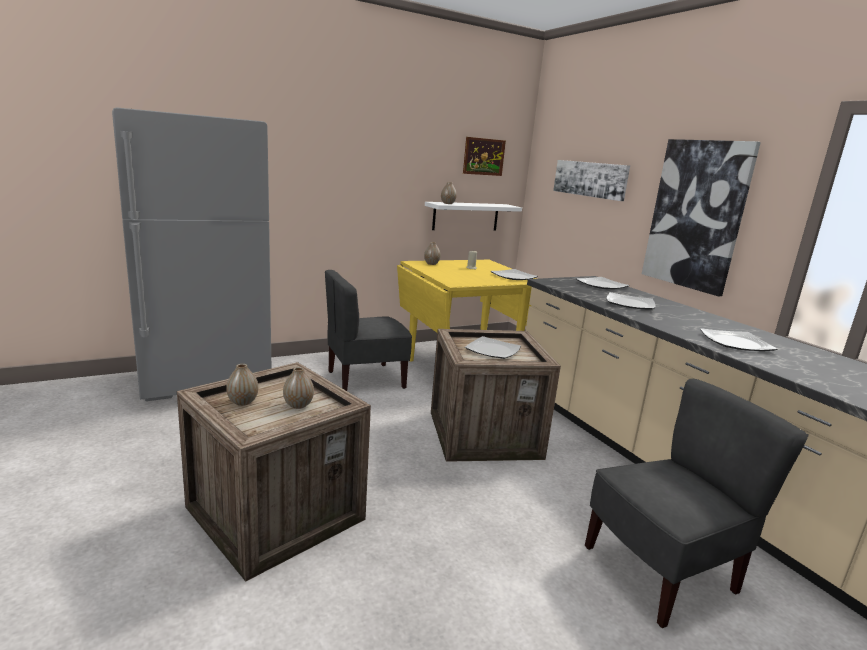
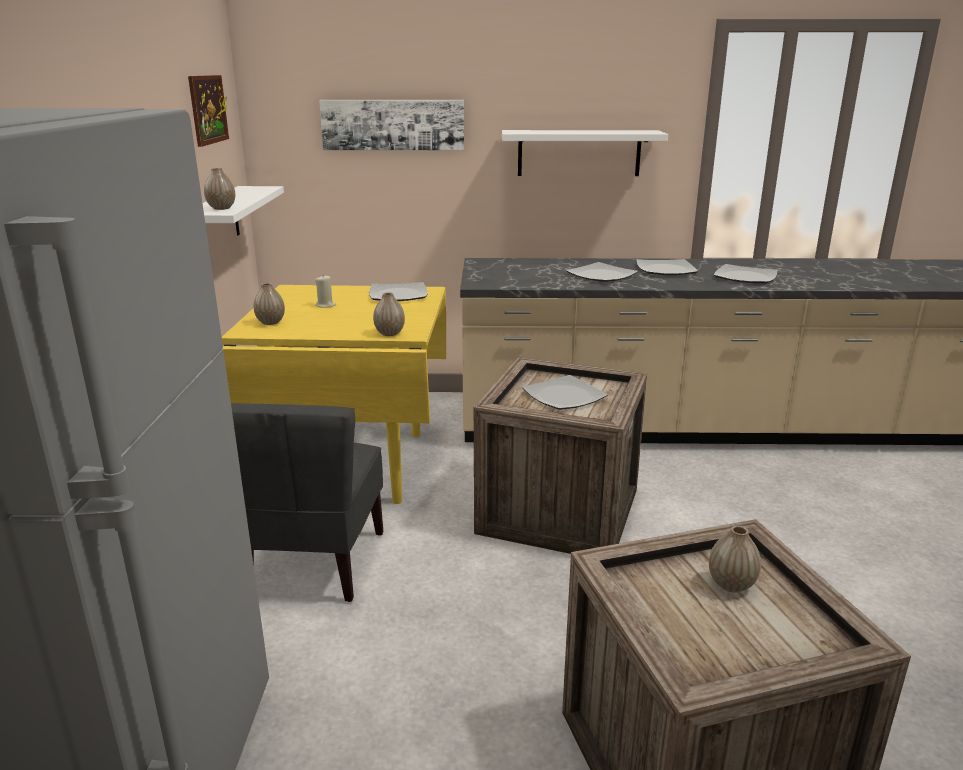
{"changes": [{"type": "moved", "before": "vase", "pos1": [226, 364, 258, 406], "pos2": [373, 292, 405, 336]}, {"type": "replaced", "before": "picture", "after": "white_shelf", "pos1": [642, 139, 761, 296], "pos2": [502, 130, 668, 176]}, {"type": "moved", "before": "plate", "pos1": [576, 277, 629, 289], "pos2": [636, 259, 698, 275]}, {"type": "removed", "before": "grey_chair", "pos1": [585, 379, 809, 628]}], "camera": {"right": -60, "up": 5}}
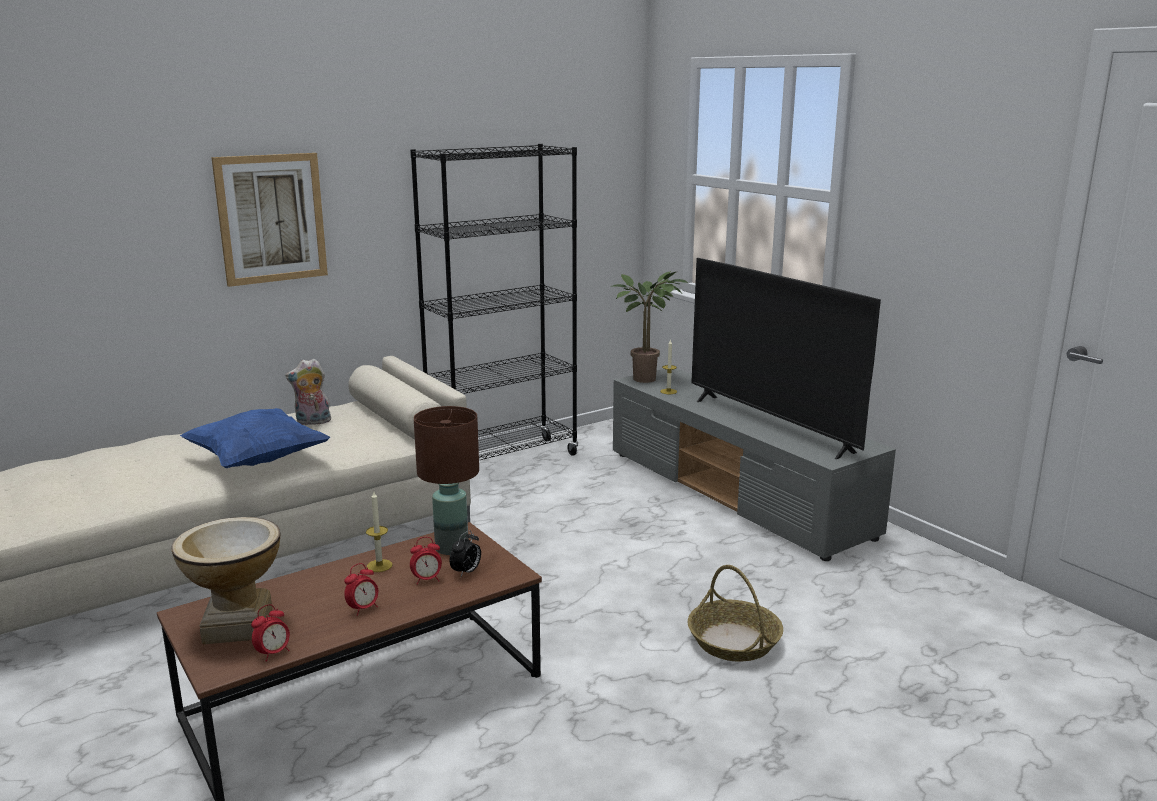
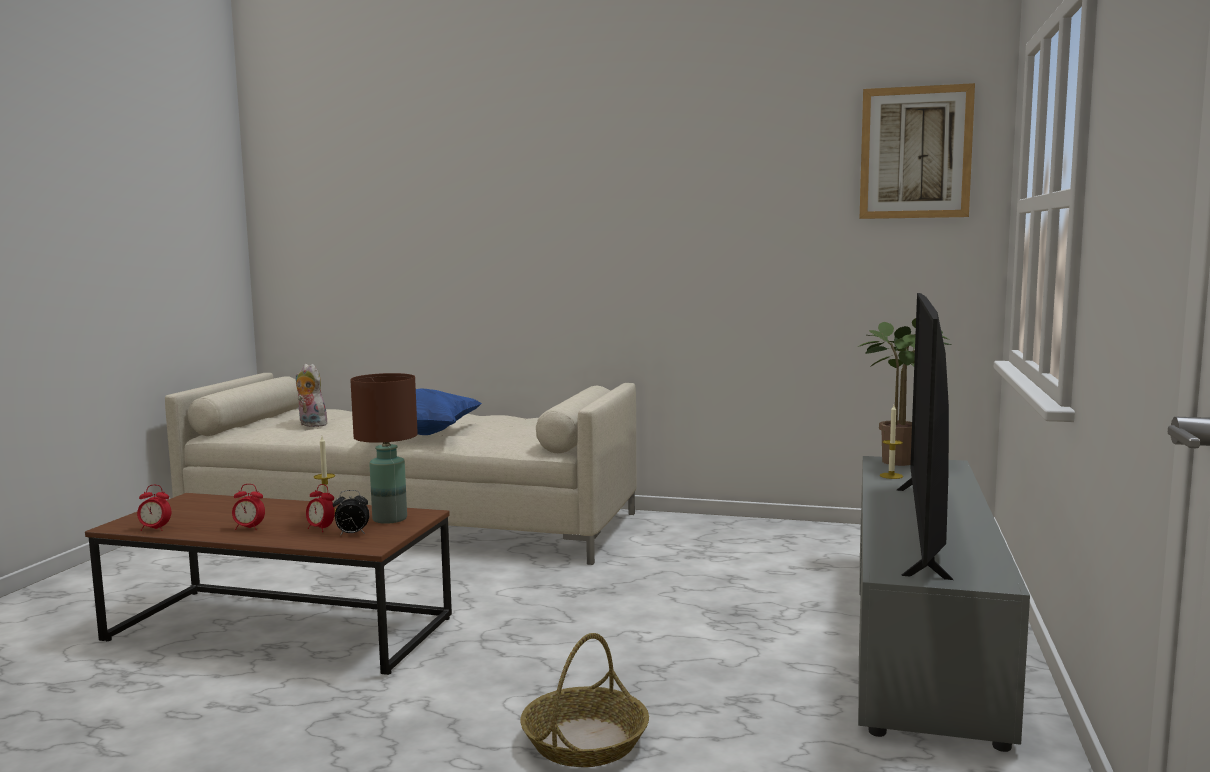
{"changes": [{"type": "moved", "before": "plush_toy", "pos1": [285, 359, 331, 425], "pos2": [296, 364, 328, 427]}, {"type": "moved", "before": "picture", "pos1": [211, 153, 328, 287], "pos2": [859, 83, 975, 219]}, {"type": "removed", "before": "vase", "pos1": [171, 517, 281, 644]}, {"type": "removed", "before": "black_bookcase", "pos1": [410, 144, 578, 460]}], "camera": {"right": 50, "up": -10}}
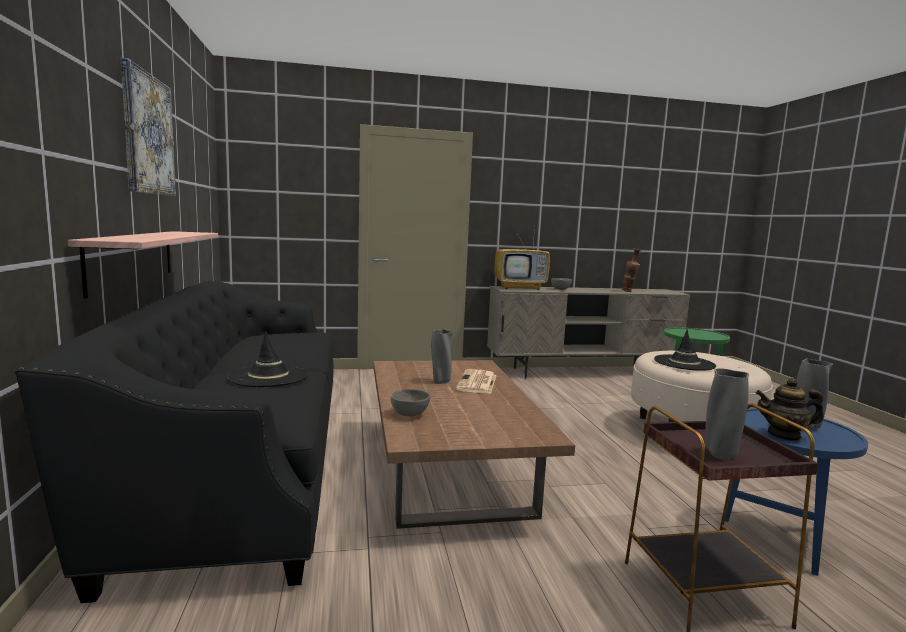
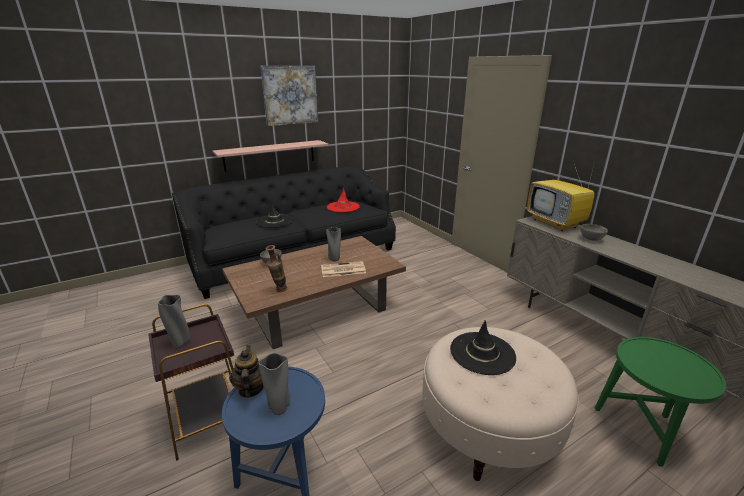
{"changes": [{"type": "moved", "before": "vase", "pos1": [622, 248, 641, 292], "pos2": [265, 245, 287, 292]}, {"type": "added", "after": "red_hat", "pos2": [327, 188, 360, 212]}], "camera": {"right": 70, "up": 15}}
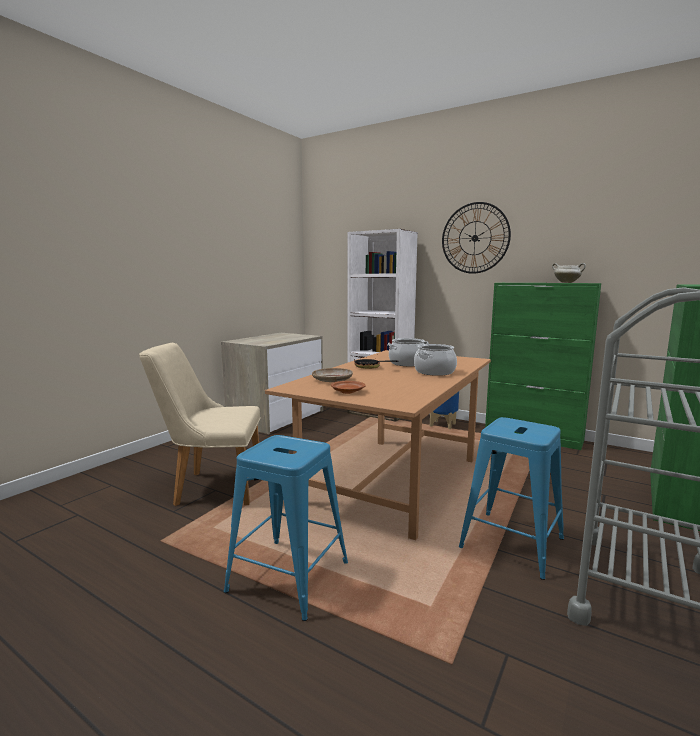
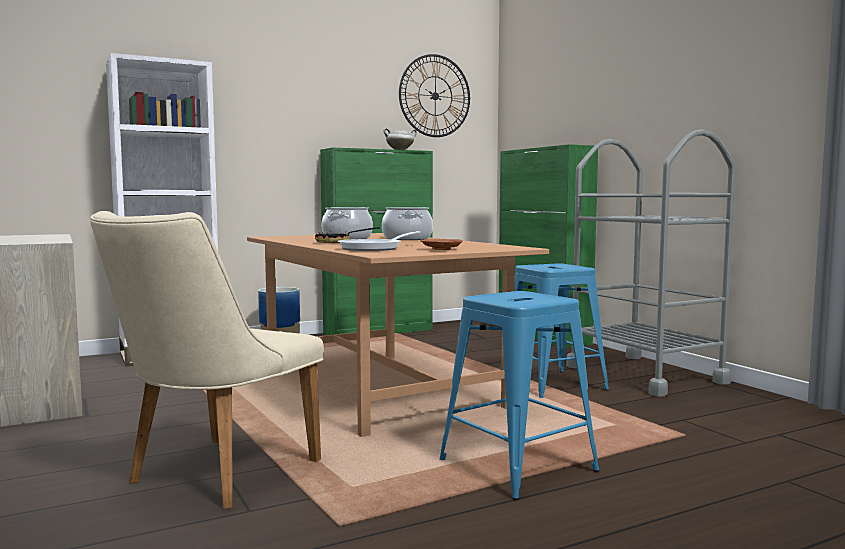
{"changes": [{"type": "replaced", "before": "beige_plate", "after": "frying_pan", "pos1": [312, 368, 353, 382], "pos2": [338, 231, 421, 251]}, {"type": "moved", "before": "wall_clock", "pos1": [442, 202, 511, 274], "pos2": [399, 54, 470, 137]}], "camera": {"right": -60, "up": -5}}
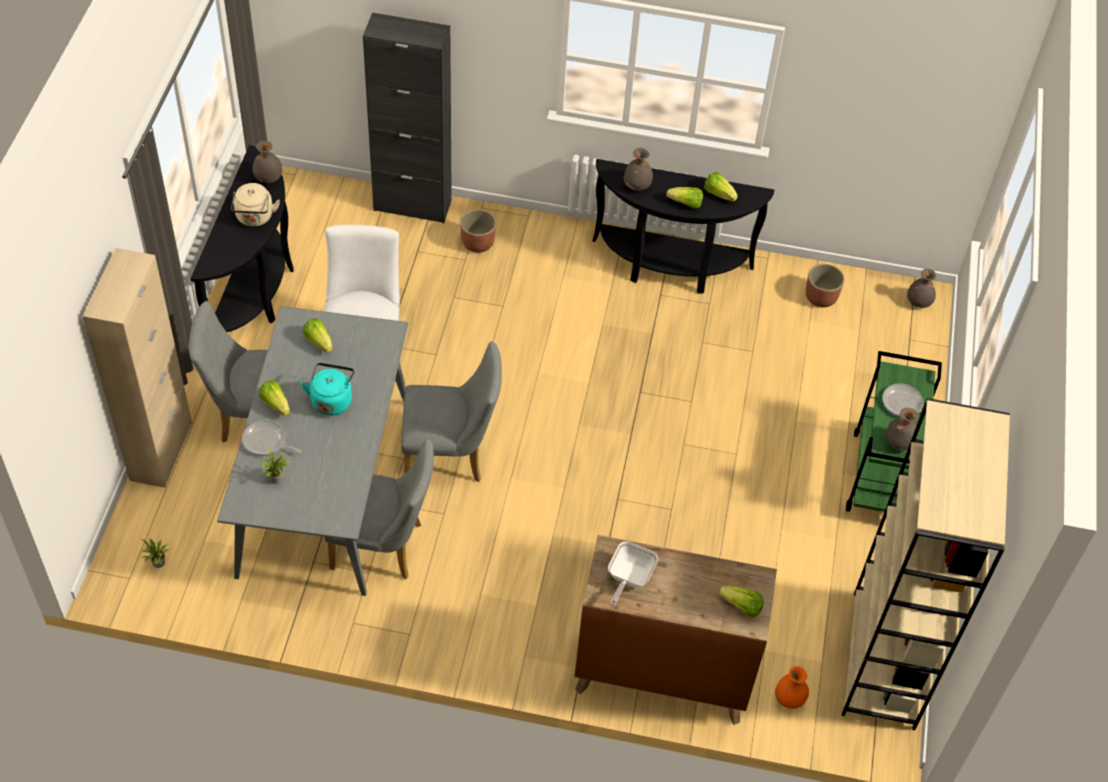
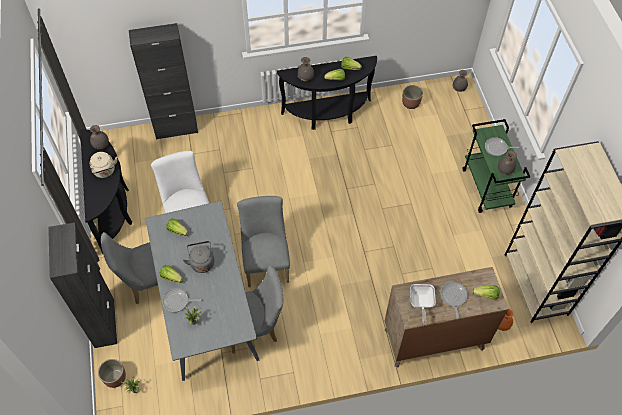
{"changes": [{"type": "recoloured", "before": "beige_cabinet", "after": "black_cabinet", "pos1": [83, 248, 192, 488], "pos2": [48, 222, 117, 348]}, {"type": "moved", "before": "planter", "pos1": [460, 209, 496, 253], "pos2": [98, 359, 126, 388]}, {"type": "recoloured", "before": "turquoise_kettle", "after": "grey_kettle", "pos1": [301, 363, 354, 416], "pos2": [183, 241, 214, 273]}, {"type": "turned", "before": "grey_chair", "pos1": [401, 342, 502, 482], "pos2": [237, 196, 290, 287], "turn": -75}, {"type": "added", "after": "frying_pan", "pos2": [441, 282, 467, 318]}], "camera": {"right": -20, "up": 5}}
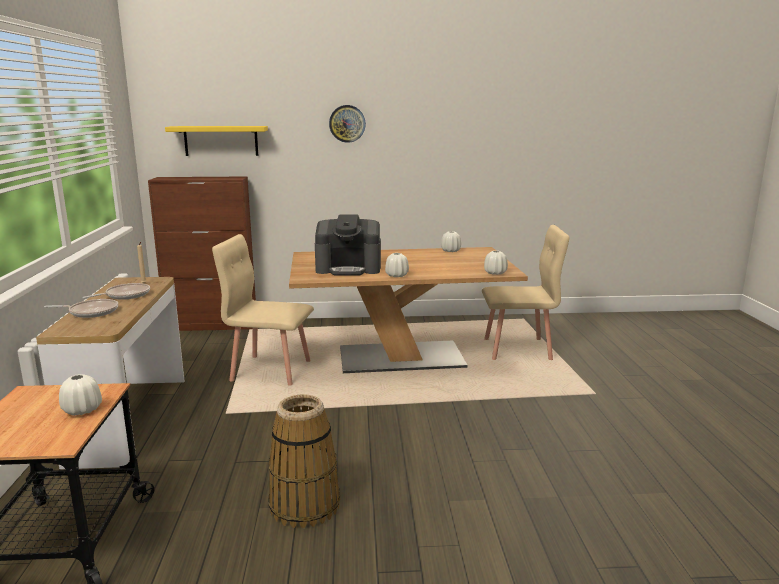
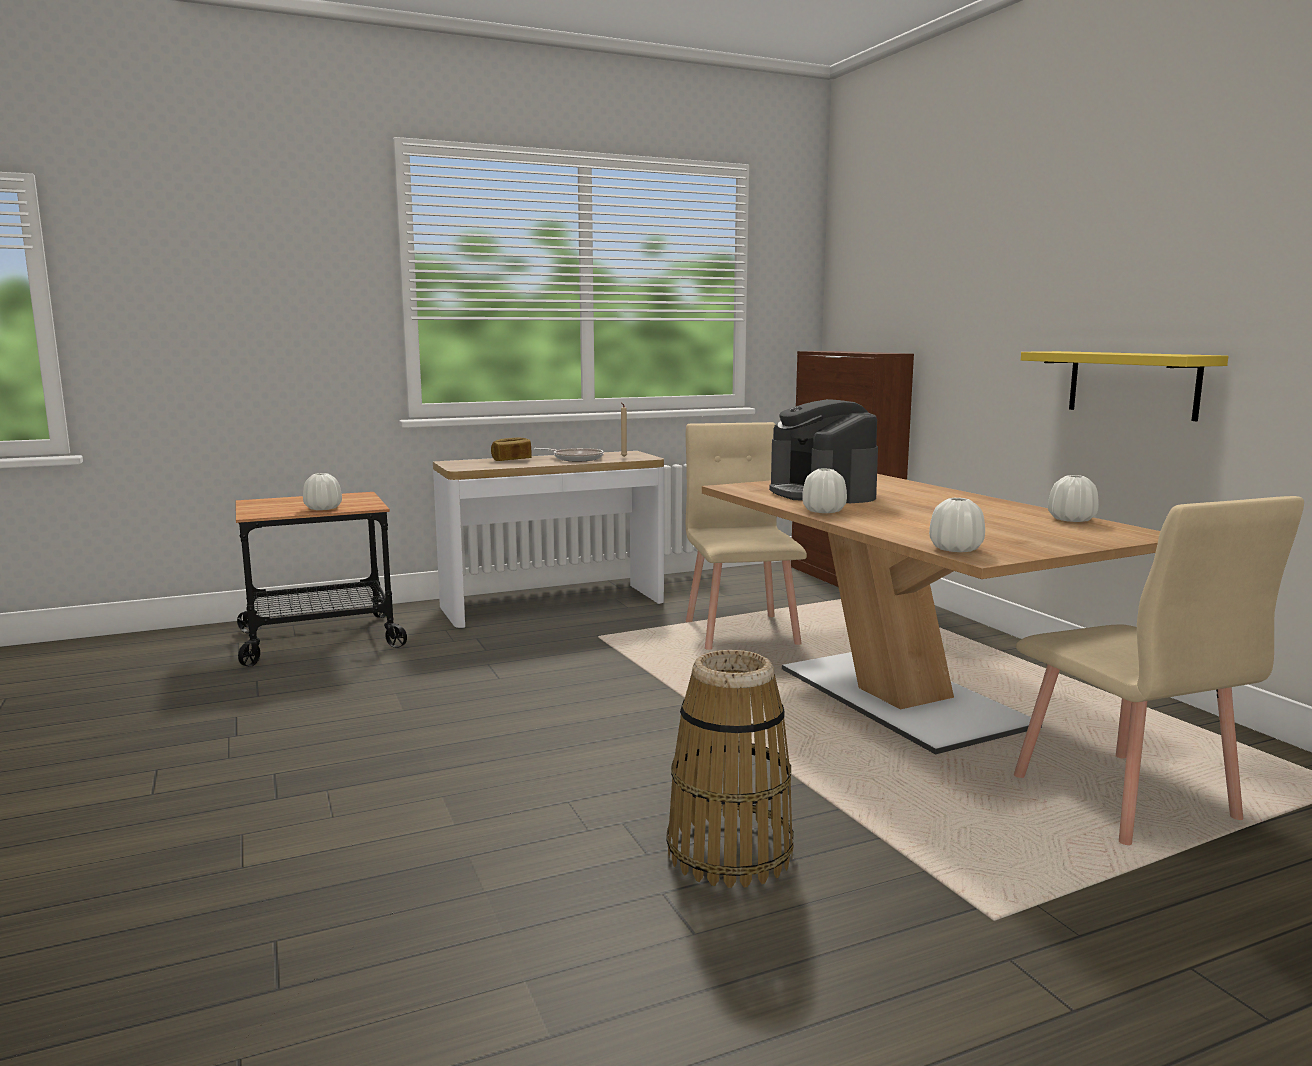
{"changes": [{"type": "replaced", "before": "frying_pan", "after": "bread", "pos1": [44, 299, 118, 318], "pos2": [491, 437, 532, 461]}, {"type": "moved", "before": "basket", "pos1": [268, 394, 340, 528], "pos2": [667, 650, 794, 888]}, {"type": "moved", "before": "yellow_shelf", "pos1": [165, 126, 268, 156], "pos2": [1021, 351, 1228, 421]}, {"type": "removed", "before": "wall_clock", "pos1": [329, 105, 366, 143]}], "camera": {"right": 70, "up": -5}}
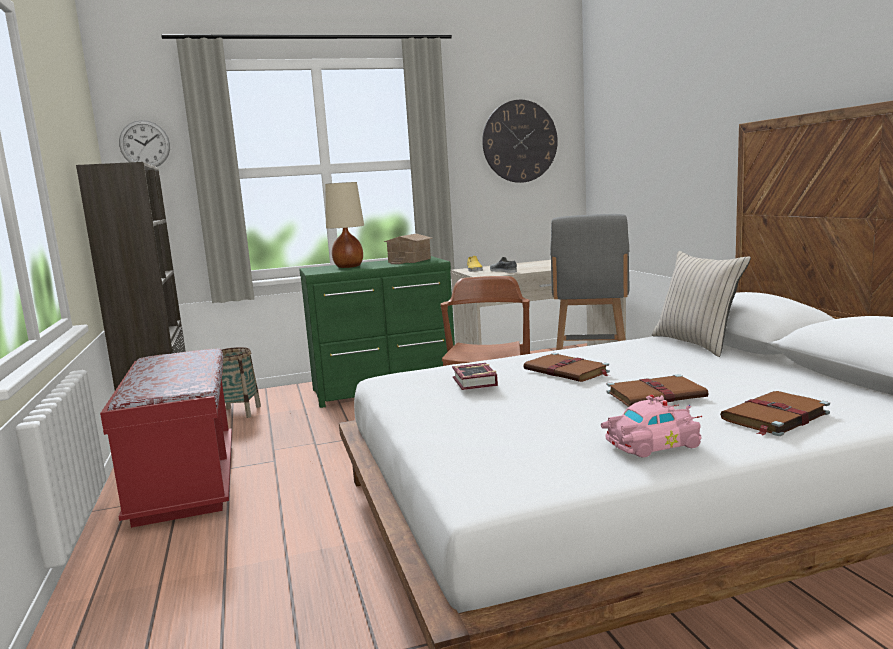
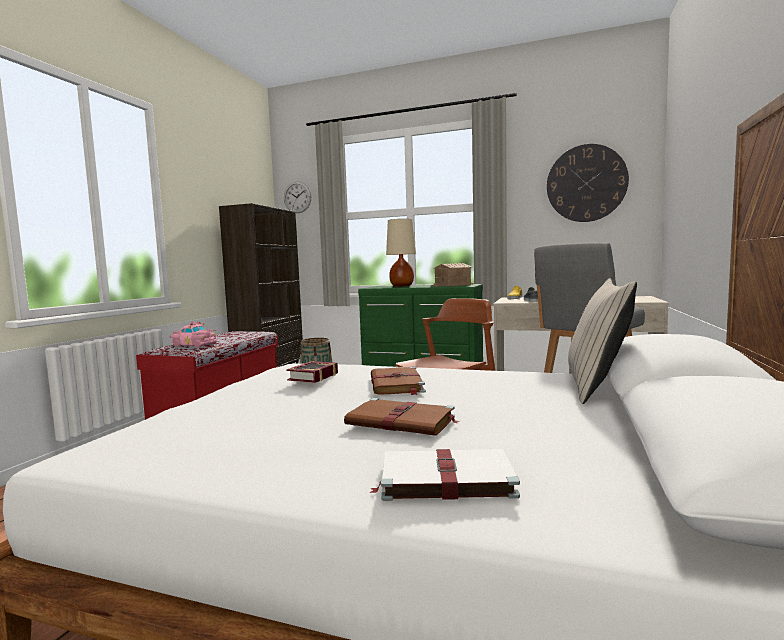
{"changes": [{"type": "moved", "before": "pink_toy_car", "pos1": [601, 395, 702, 458], "pos2": [169, 321, 217, 347]}, {"type": "recoloured", "before": "brown_book", "after": "white_book", "pos1": [720, 391, 830, 436], "pos2": [369, 449, 520, 501]}], "camera": {"right": 35, "up": -5}}
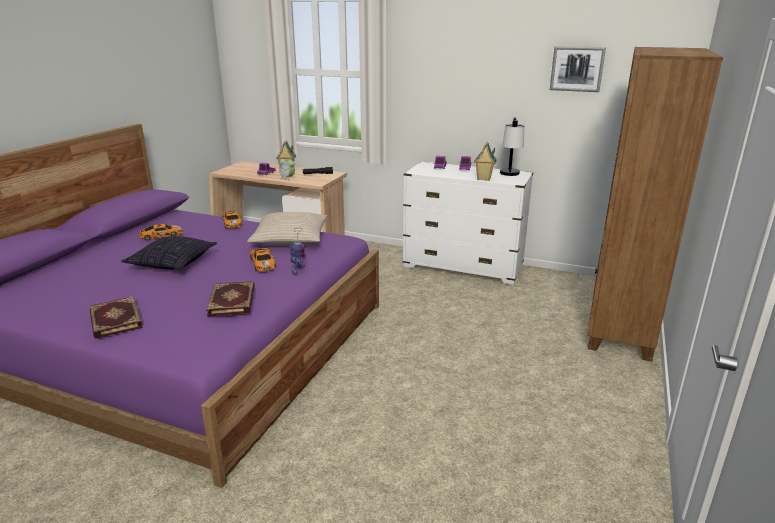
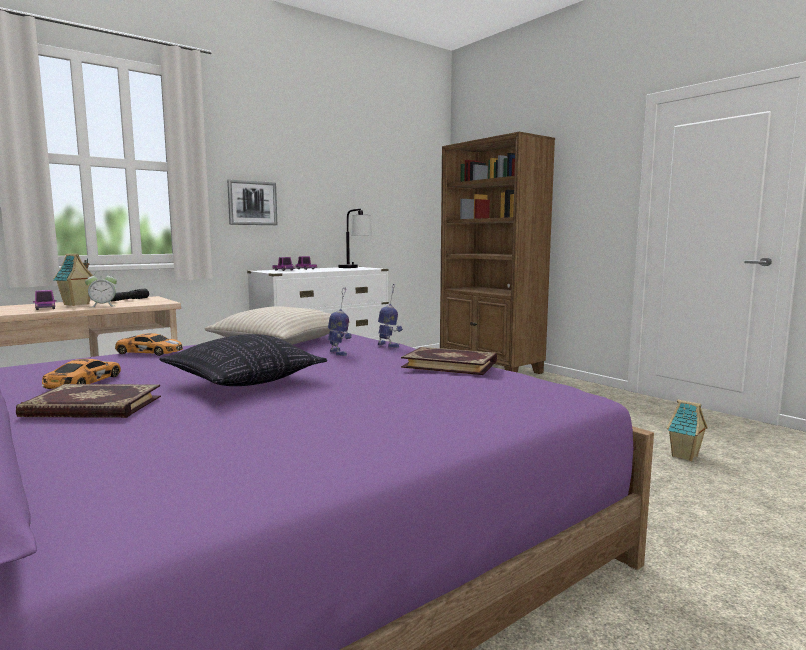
{"changes": [{"type": "moved", "before": "book", "pos1": [90, 296, 143, 338], "pos2": [16, 384, 161, 418]}, {"type": "moved", "before": "picture", "pos1": [550, 46, 606, 92], "pos2": [227, 179, 277, 225]}, {"type": "replaced", "before": "toy_car", "after": "toy_robot", "pos1": [250, 248, 276, 271], "pos2": [328, 287, 352, 356]}, {"type": "moved", "before": "toy_house", "pos1": [474, 141, 497, 181], "pos2": [667, 400, 708, 461]}], "camera": {"right": -60, "up": -15}}
